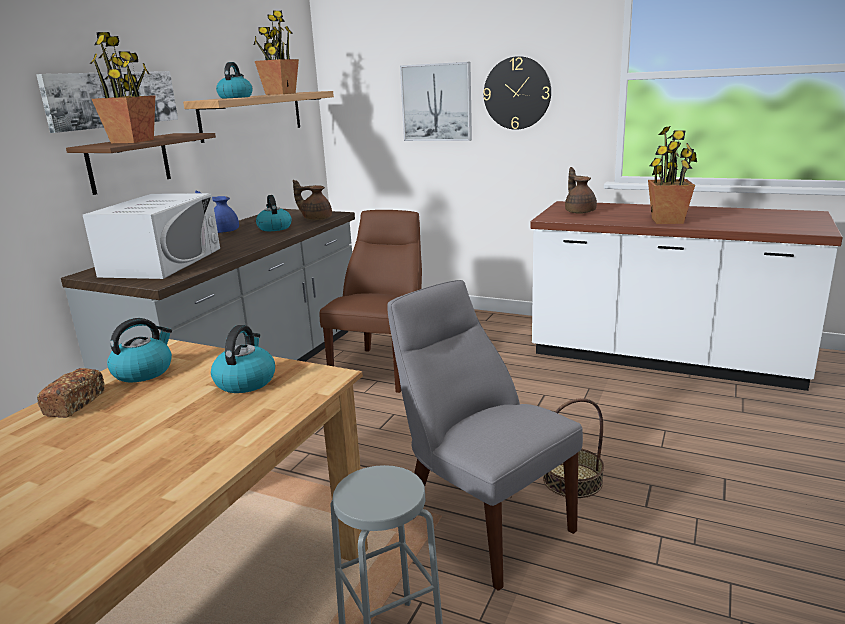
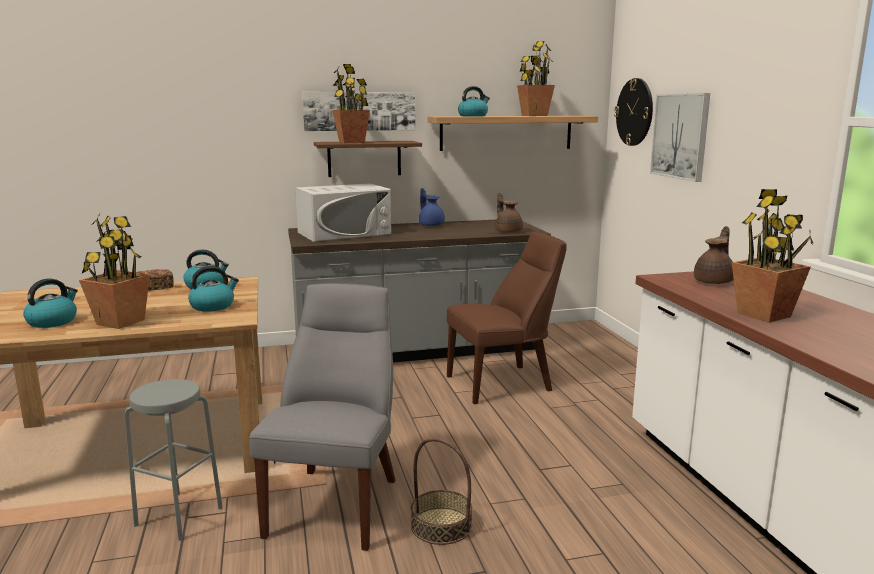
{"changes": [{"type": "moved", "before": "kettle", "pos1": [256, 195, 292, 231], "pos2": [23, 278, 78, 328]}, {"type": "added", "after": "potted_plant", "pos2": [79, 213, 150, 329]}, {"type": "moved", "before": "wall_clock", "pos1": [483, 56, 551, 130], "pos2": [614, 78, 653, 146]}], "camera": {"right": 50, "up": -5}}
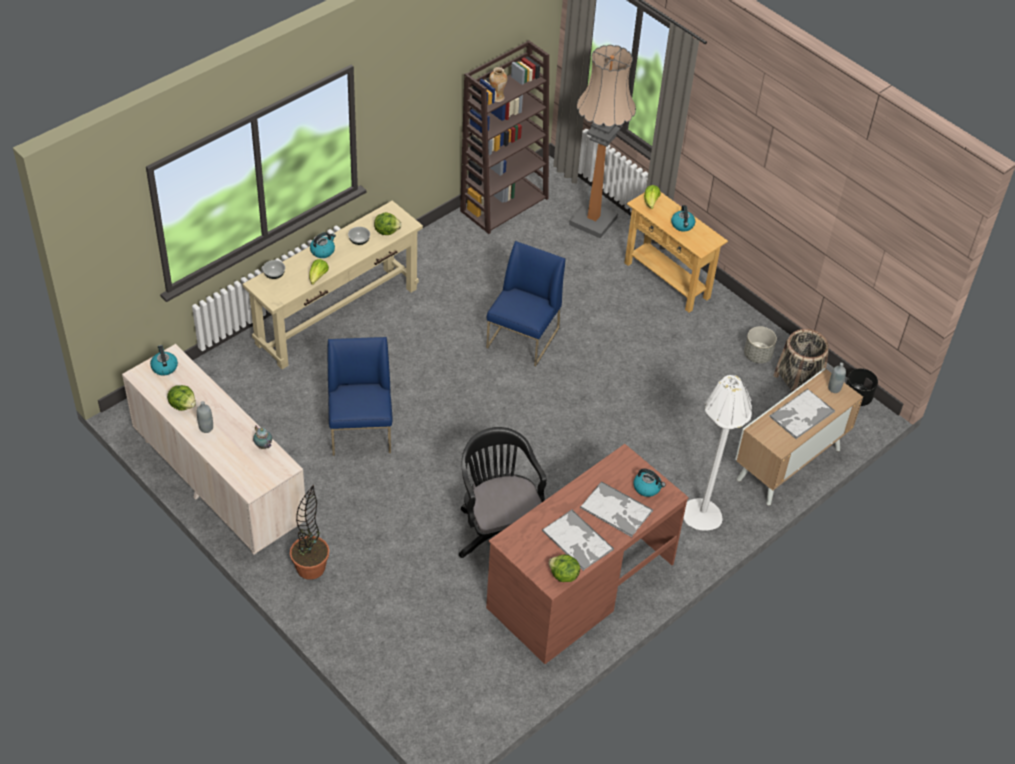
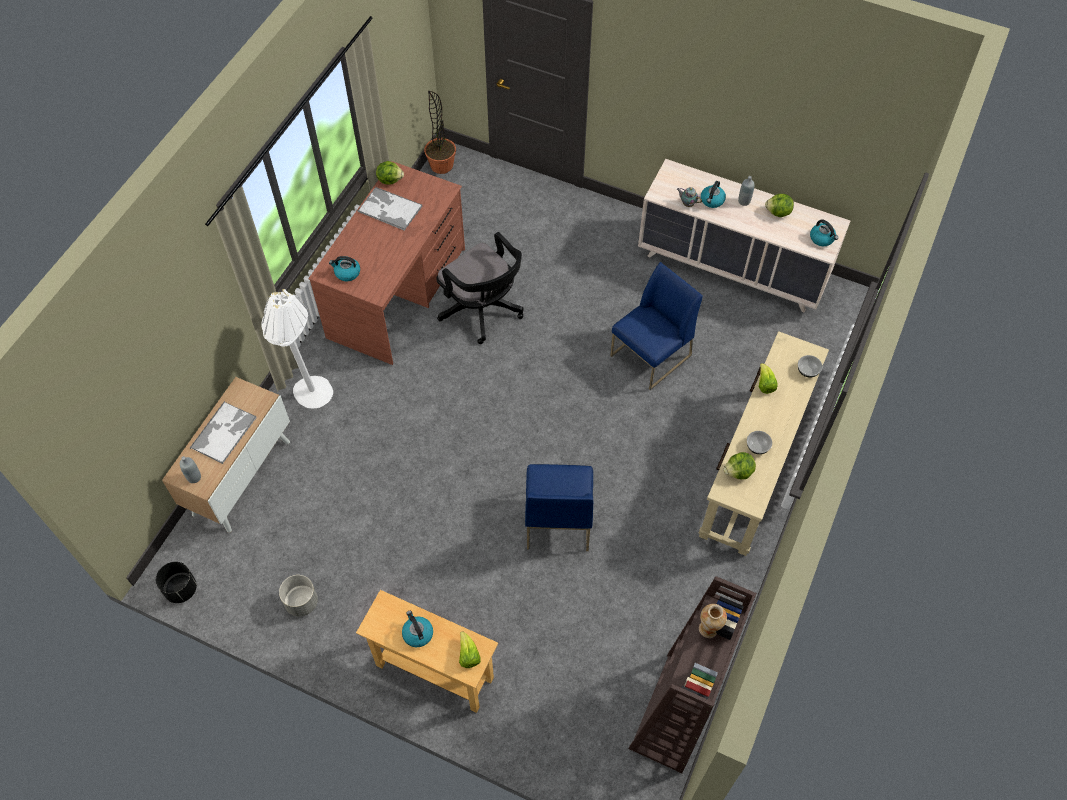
{"changes": [{"type": "moved", "before": "potted_plant", "pos1": [290, 485, 329, 580], "pos2": [424, 91, 456, 174]}, {"type": "turned", "before": "blue_chair", "pos1": [328, 337, 392, 456], "pos2": [610, 262, 703, 390], "turn": -105}, {"type": "moved", "before": "kettle", "pos1": [310, 232, 336, 258], "pos2": [701, 181, 726, 208]}, {"type": "removed", "before": "floor_lamp", "pos1": [569, 45, 636, 238]}, {"type": "removed", "before": "tray", "pos1": [580, 481, 653, 537]}, {"type": "removed", "before": "basket", "pos1": [774, 329, 829, 392]}], "camera": {"right": 160, "up": 10}}
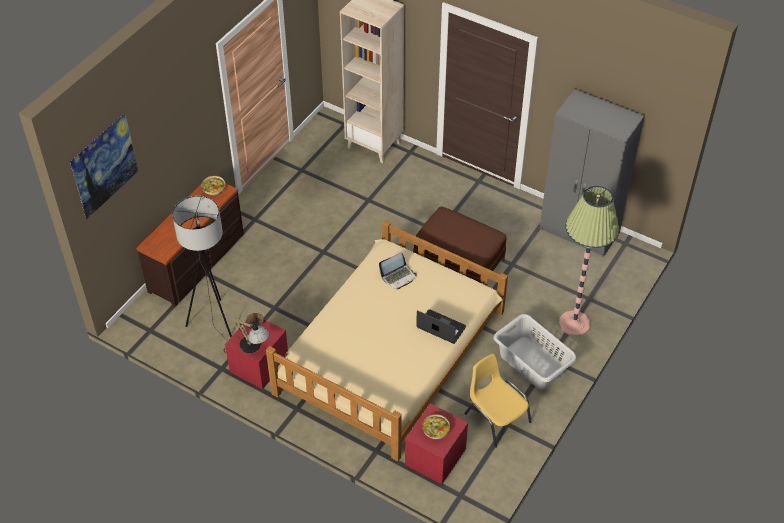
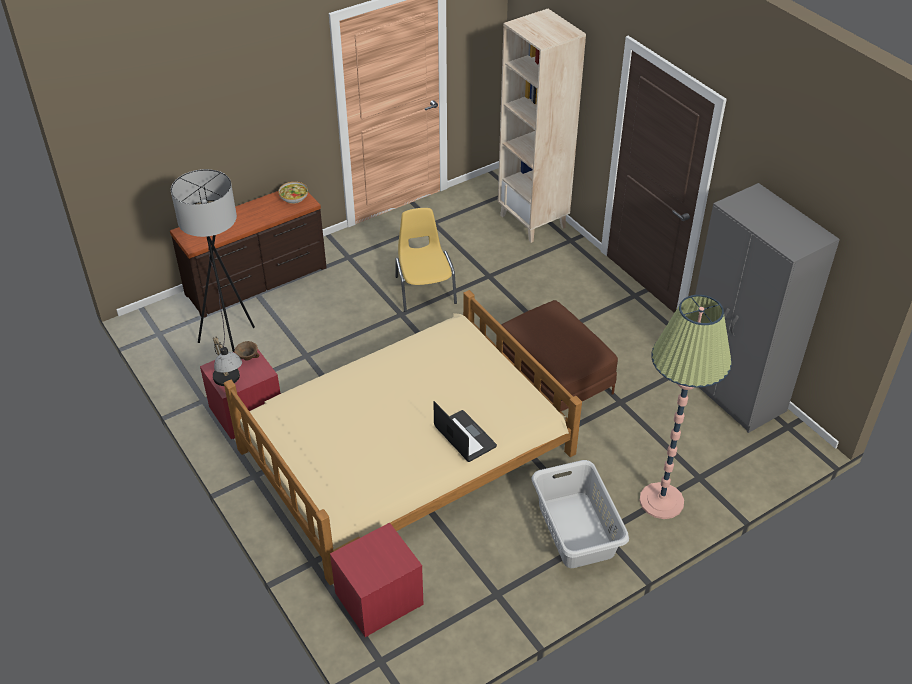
{"changes": [{"type": "moved", "before": "yellow_chair", "pos1": [464, 353, 532, 448], "pos2": [395, 208, 457, 312]}, {"type": "removed", "before": "picture", "pos1": [70, 113, 138, 220]}, {"type": "removed", "before": "laptop", "pos1": [379, 253, 417, 290]}, {"type": "removed", "before": "bowl", "pos1": [422, 414, 450, 439]}], "camera": {"right": 25, "up": -5}}
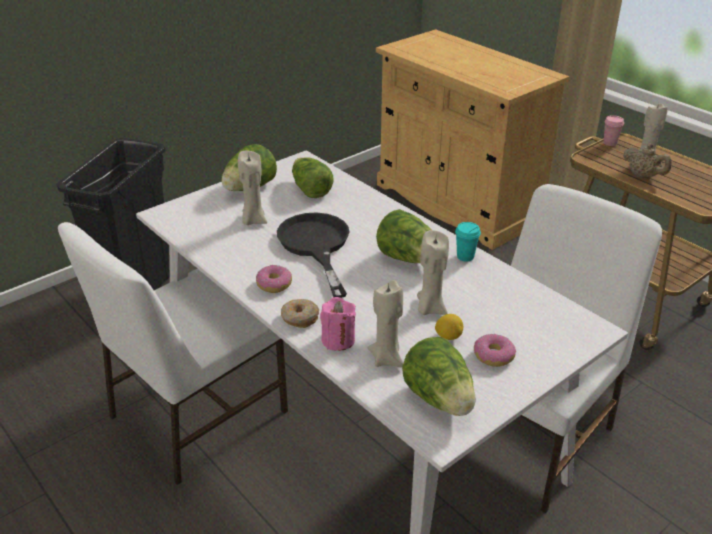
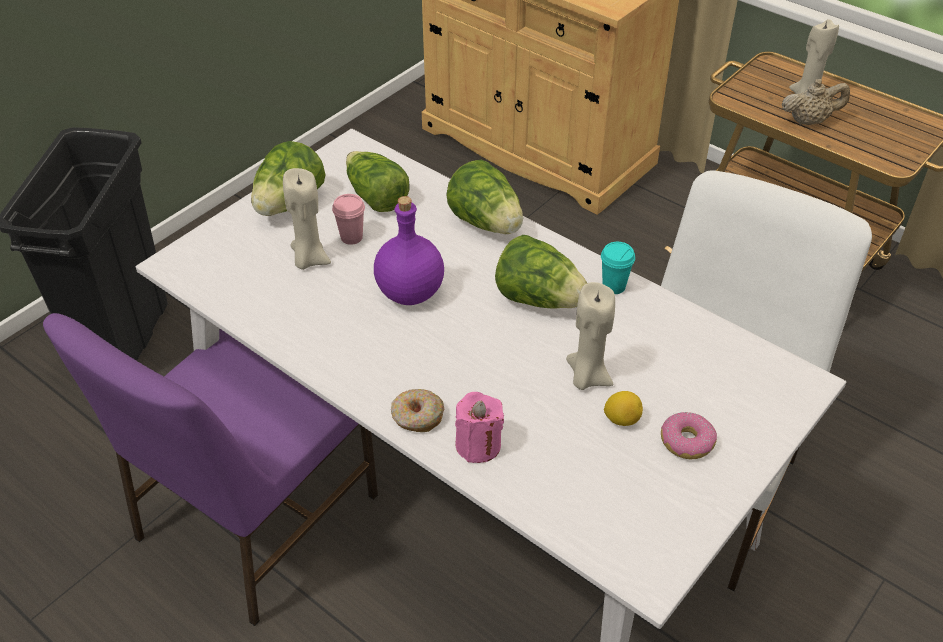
{"changes": [{"type": "recoloured", "before": "white_chair", "after": "purple_chair", "pos1": [58, 222, 288, 485], "pos2": [43, 313, 378, 626]}, {"type": "moved", "before": "pink_cup", "pos1": [604, 115, 624, 146], "pos2": [332, 194, 365, 245]}, {"type": "replaced", "before": "black_frying_pan", "after": "purple_bottle", "pos1": [277, 212, 350, 298], "pos2": [374, 196, 444, 305]}, {"type": "moved", "before": "lettuce", "pos1": [402, 337, 476, 416], "pos2": [447, 160, 523, 234]}, {"type": "turned", "before": "beige_teapot", "pos1": [623, 143, 672, 178], "pos2": [782, 79, 850, 125], "turn": -45}, {"type": "removed", "before": "donut", "pos1": [256, 265, 292, 293]}, {"type": "removed", "before": "beige_candle", "pos1": [368, 280, 404, 367]}], "camera": {"right": -10, "up": 10}}
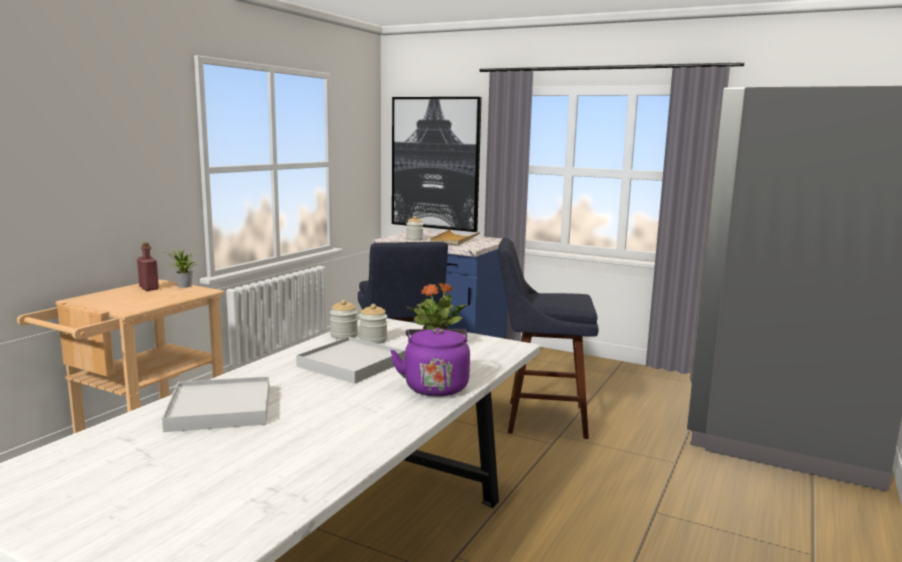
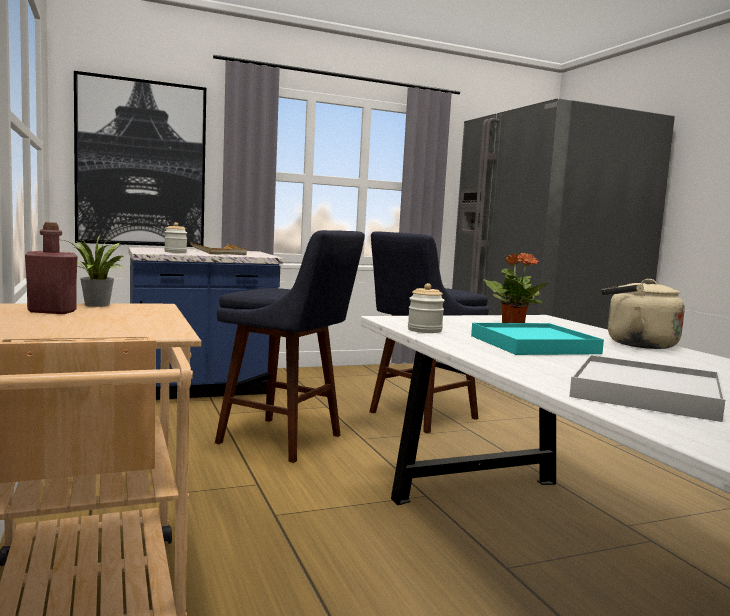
{"changes": [{"type": "recoloured", "before": "white_tray", "after": "turquoise_tray", "pos1": [296, 337, 405, 384], "pos2": [471, 323, 604, 355]}, {"type": "recoloured", "before": "purple_kettle", "after": "beige_kettle", "pos1": [390, 327, 470, 397], "pos2": [601, 279, 685, 349]}, {"type": "removed", "before": "jar", "pos1": [359, 304, 388, 344]}], "camera": {"right": -50, "up": -5}}
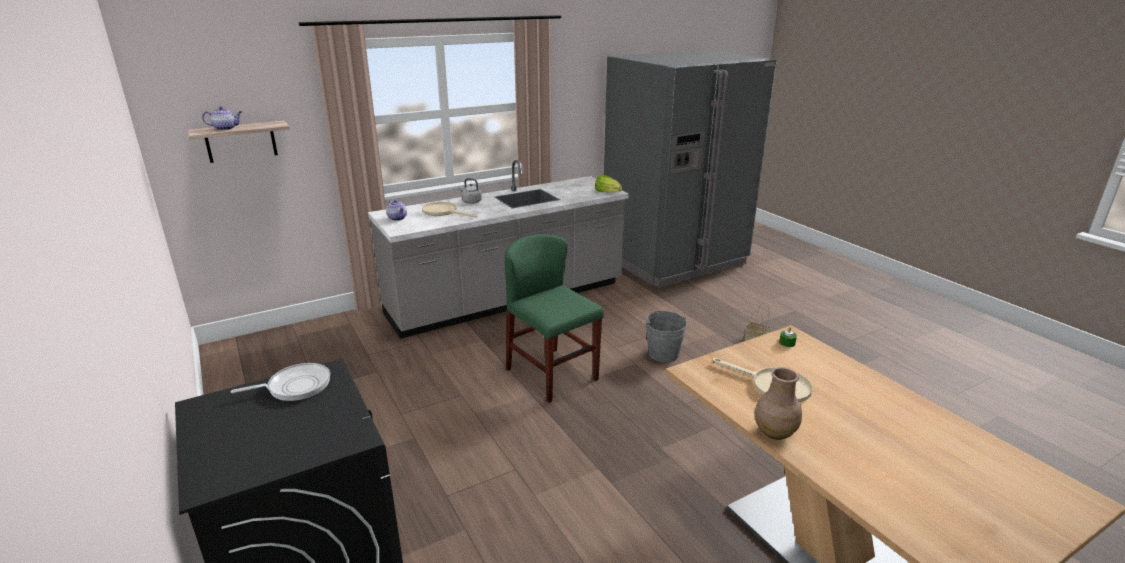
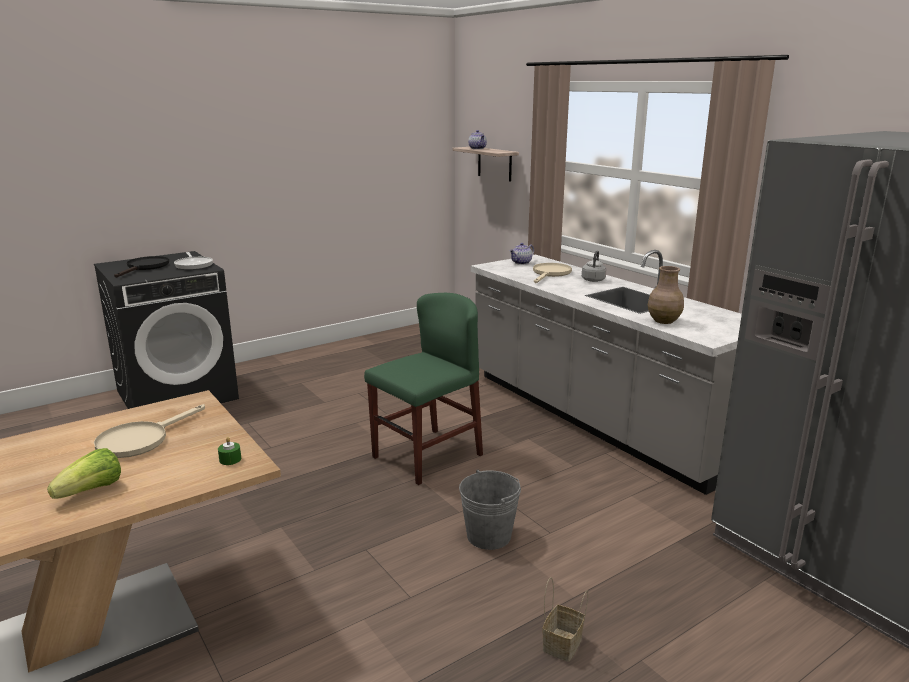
{"changes": [{"type": "moved", "before": "lettuce", "pos1": [595, 175, 622, 192], "pos2": [47, 448, 121, 499]}, {"type": "added", "after": "black_frying_pan", "pos2": [114, 256, 169, 277]}, {"type": "moved", "before": "brown_vase", "pos1": [754, 367, 802, 440], "pos2": [648, 266, 684, 324]}], "camera": {"right": 85, "up": -5}}
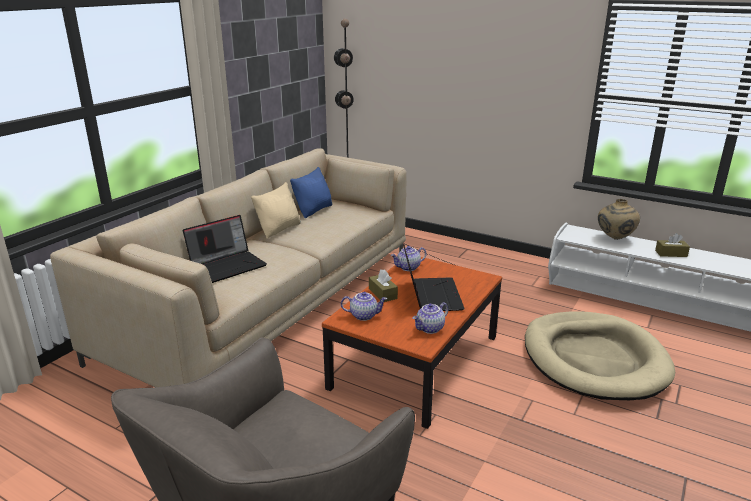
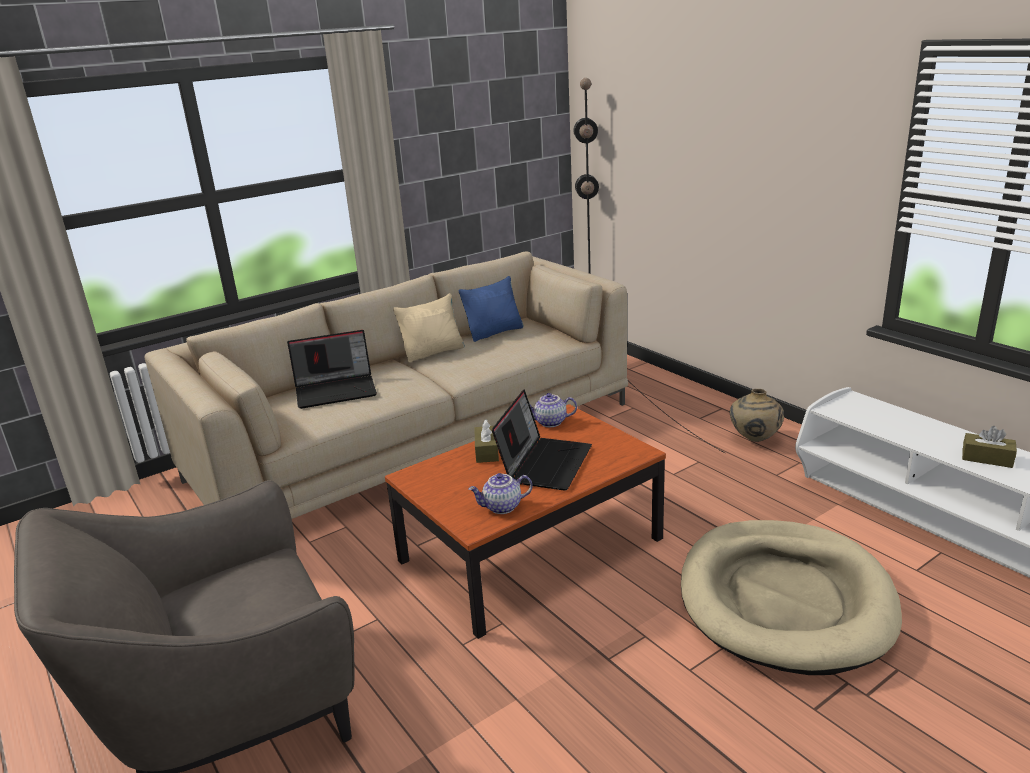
{"changes": [{"type": "moved", "before": "beige_vase", "pos1": [598, 199, 640, 240], "pos2": [730, 389, 784, 442]}, {"type": "removed", "before": "teapot", "pos1": [341, 292, 387, 321]}], "camera": {"right": 25, "up": 0}}
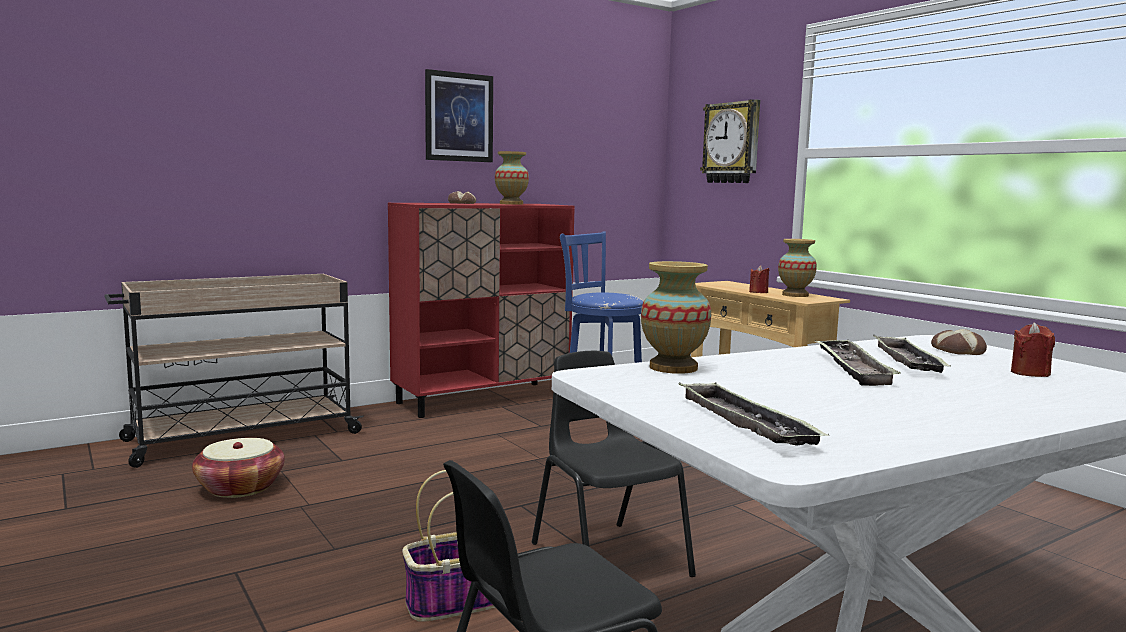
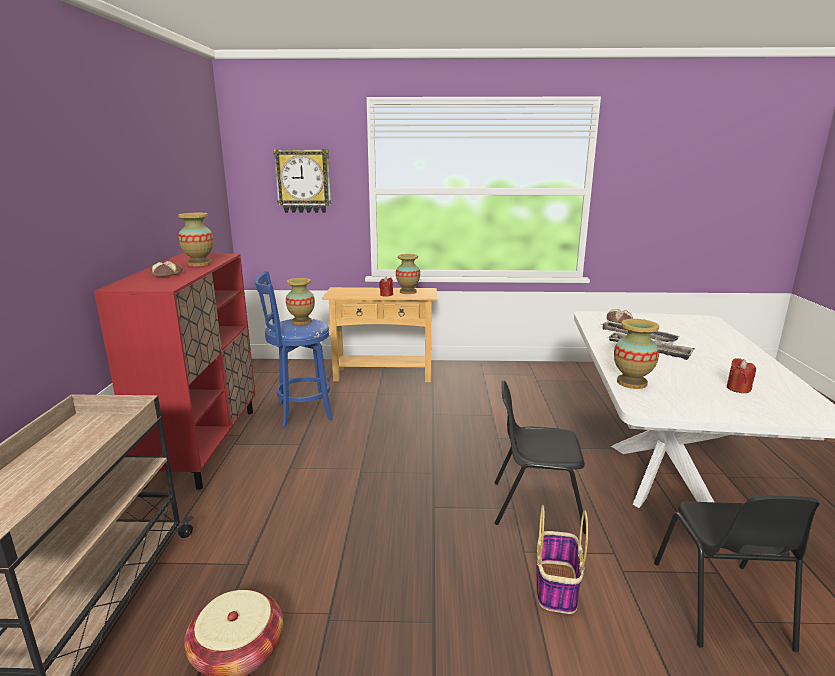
{"changes": [{"type": "added", "after": "vase", "pos2": [286, 278, 315, 325]}, {"type": "moved", "before": "red_candle", "pos1": [1011, 323, 1055, 377], "pos2": [727, 358, 756, 393]}, {"type": "removed", "before": "picture", "pos1": [425, 69, 493, 162]}, {"type": "removed", "before": "tray", "pos1": [678, 382, 829, 446]}], "camera": {"right": -55, "up": 10}}
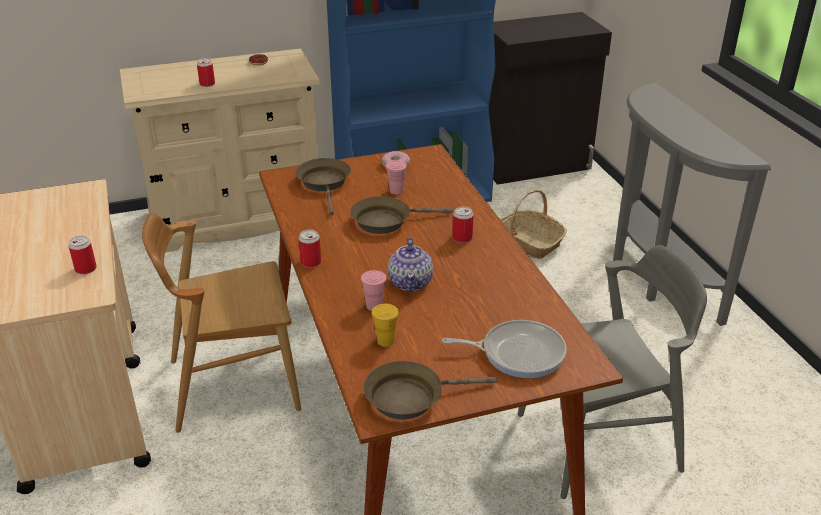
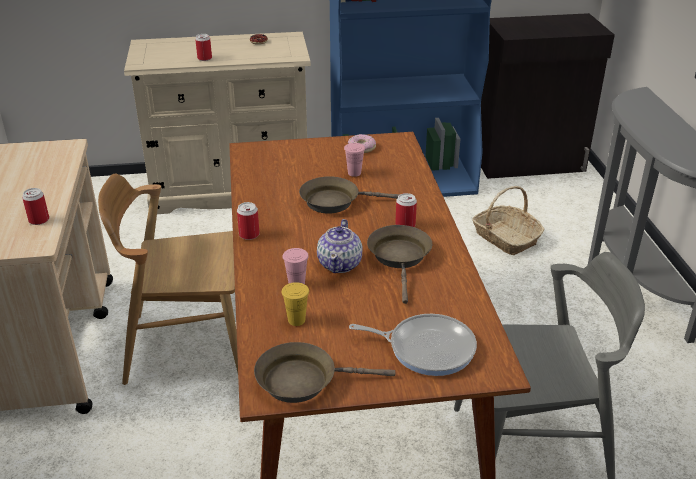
{"changes": [{"type": "moved", "before": "brown_frying_pan", "pos1": [296, 158, 351, 215], "pos2": [367, 225, 432, 304]}], "camera": {"right": 10, "up": 0}}
